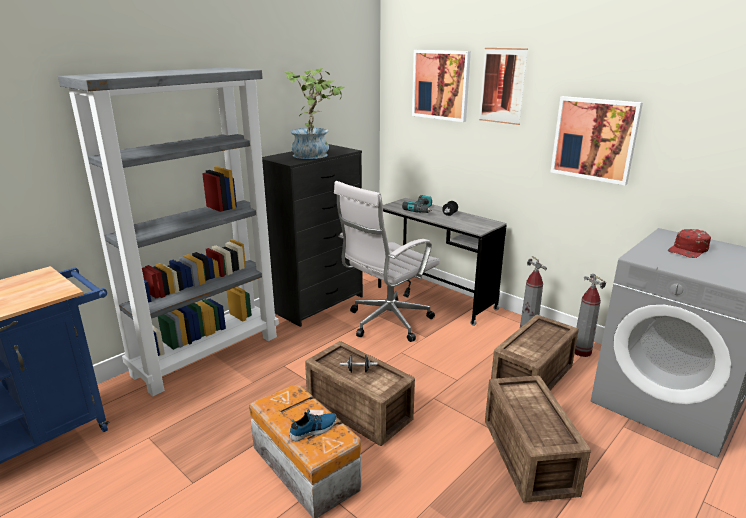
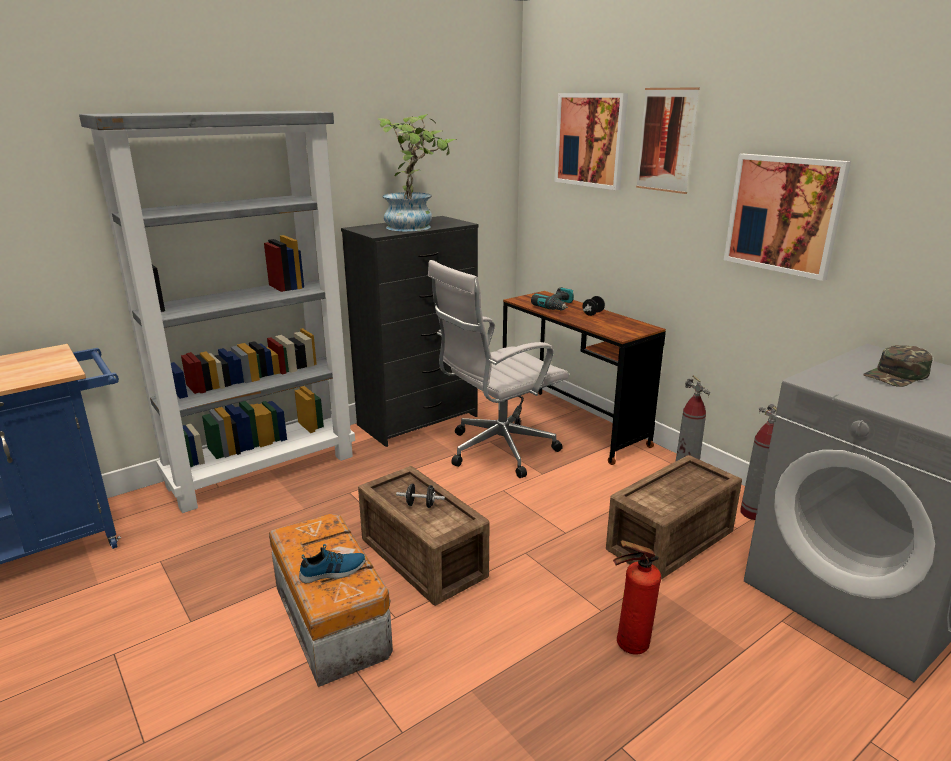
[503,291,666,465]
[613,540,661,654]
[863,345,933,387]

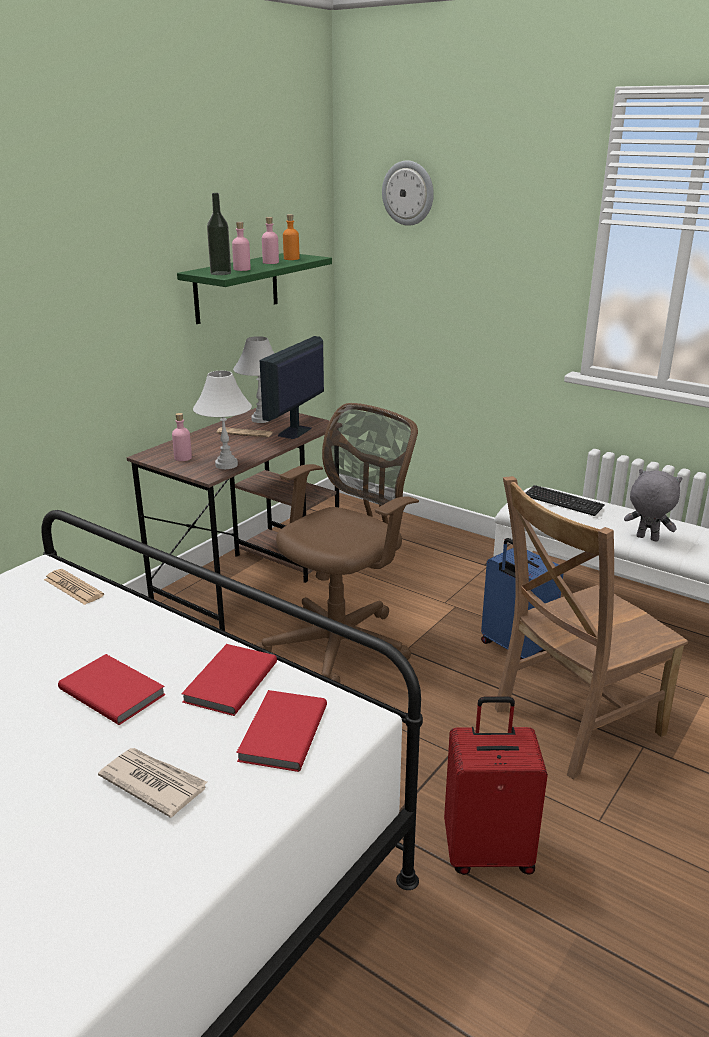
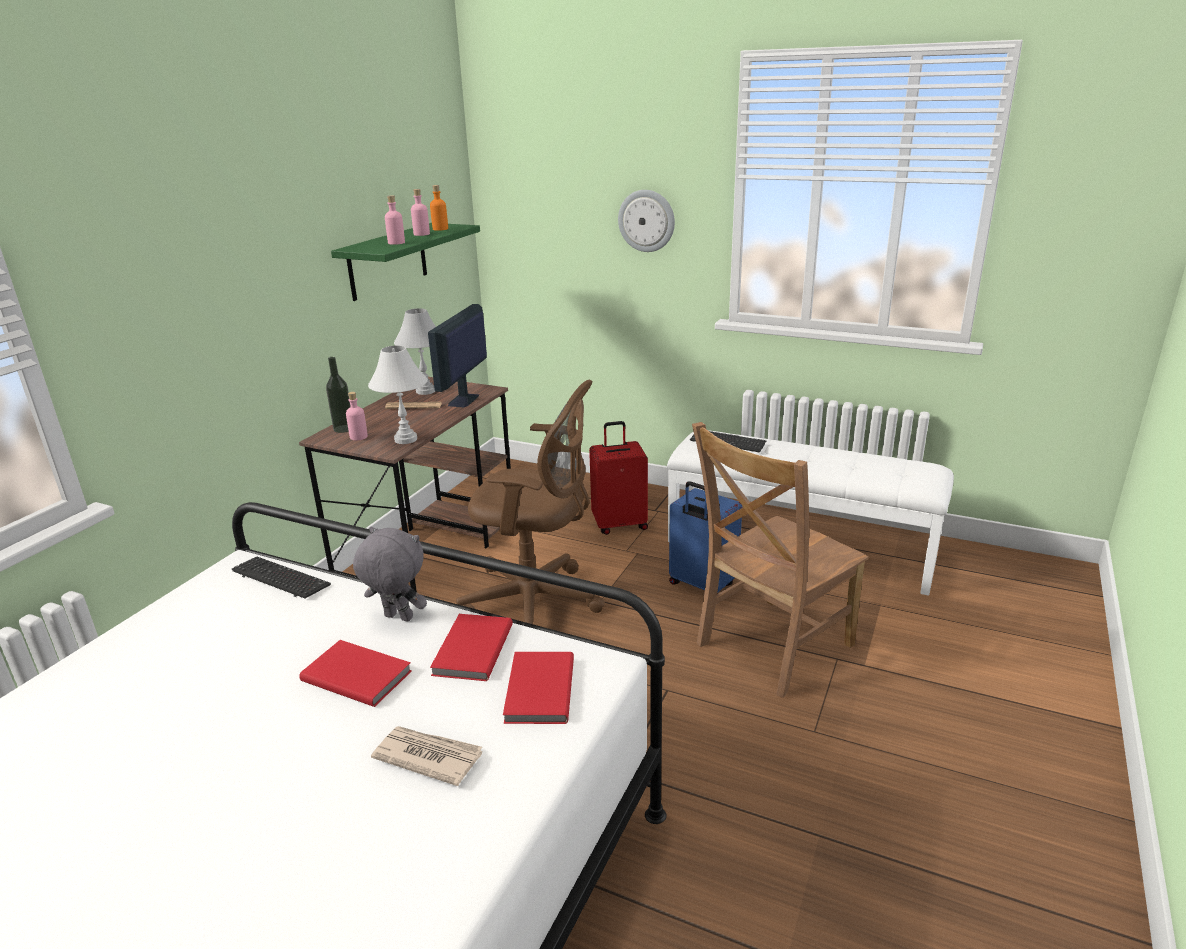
[232,557,331,598]
[326,357,351,433]
[456,380,605,624]
[618,190,675,252]
[589,421,648,535]
[353,526,427,622]

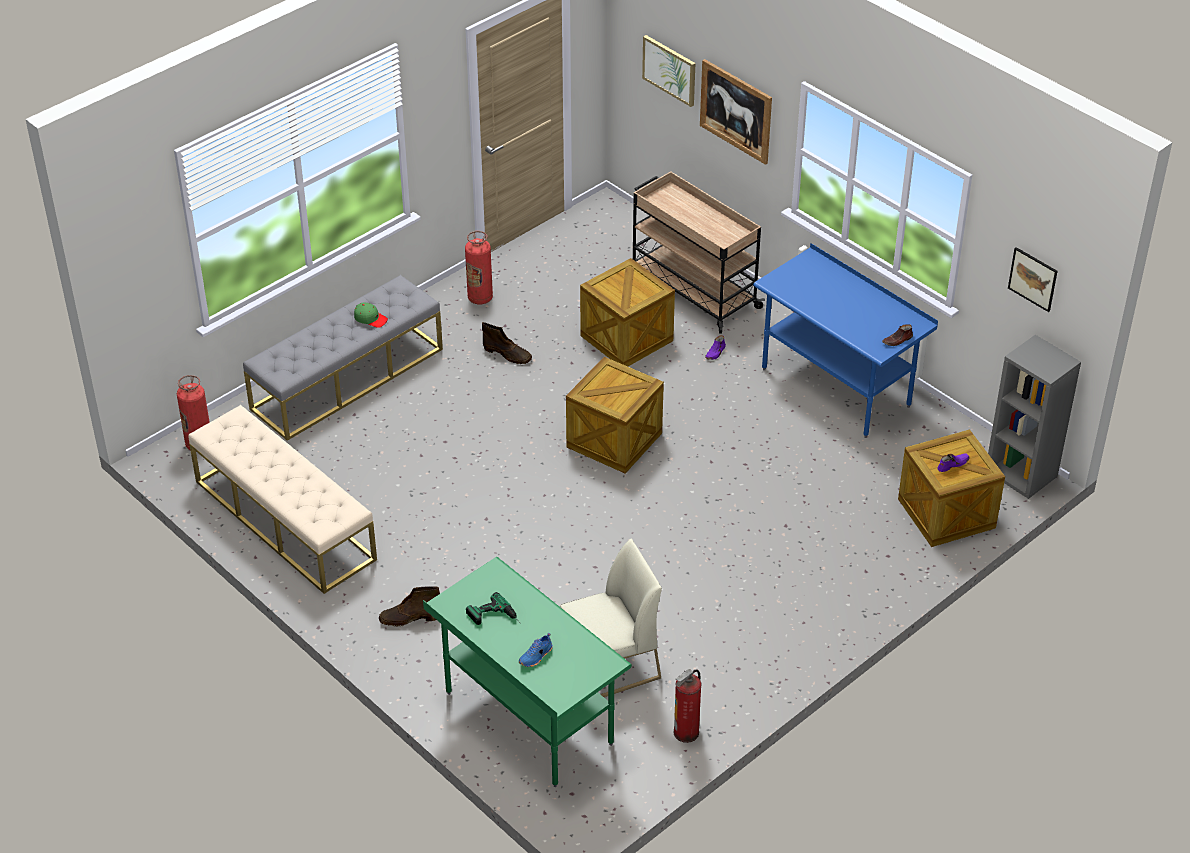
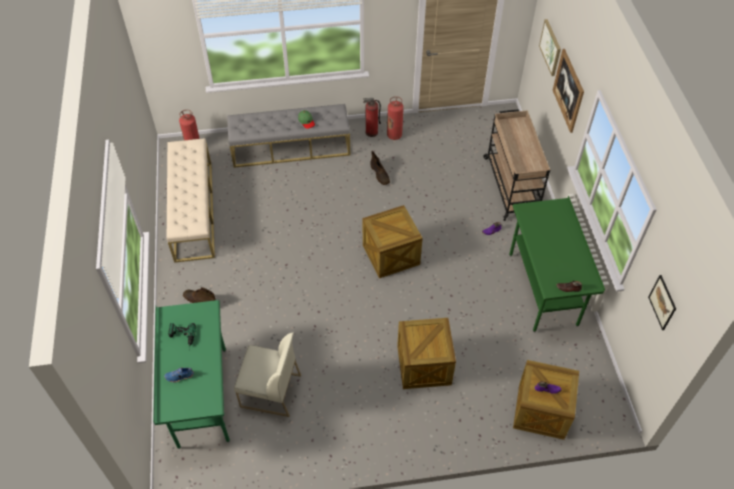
[397,318,456,389]
[363,98,381,137]
[509,195,605,332]
[988,335,1081,499] (first image)

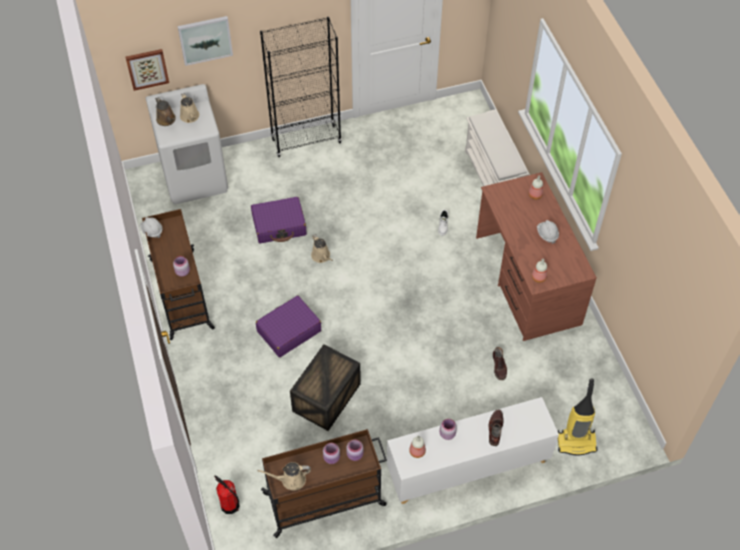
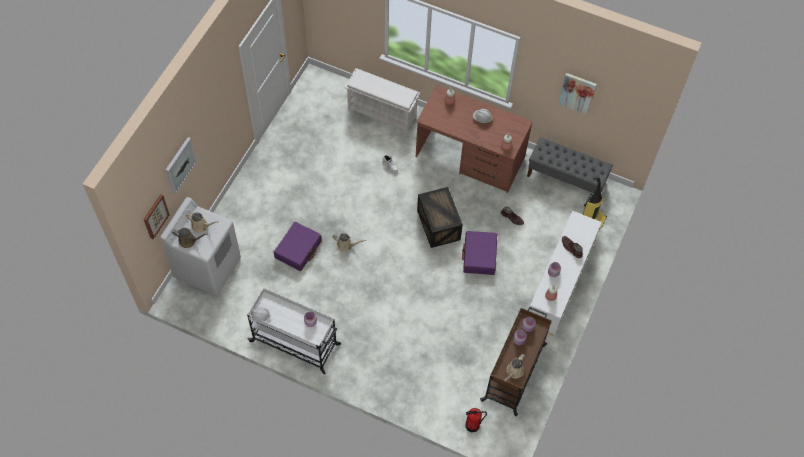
[247,288,341,374]
[462,231,497,275]
[260,17,342,157] (first image)
[417,187,463,248]
[527,137,613,193]
[559,73,597,115]

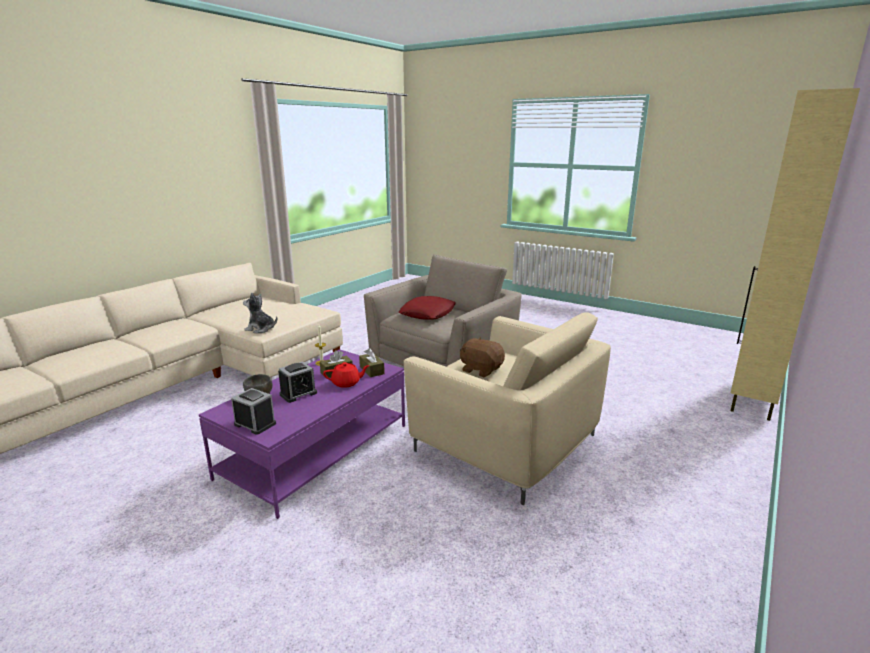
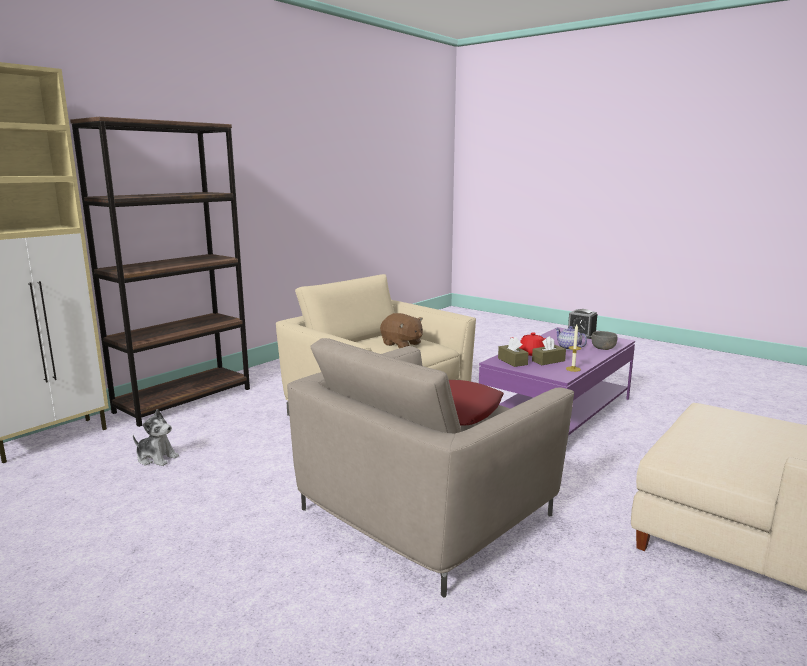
[133,409,179,466]
[555,326,587,350]
[70,117,250,427]

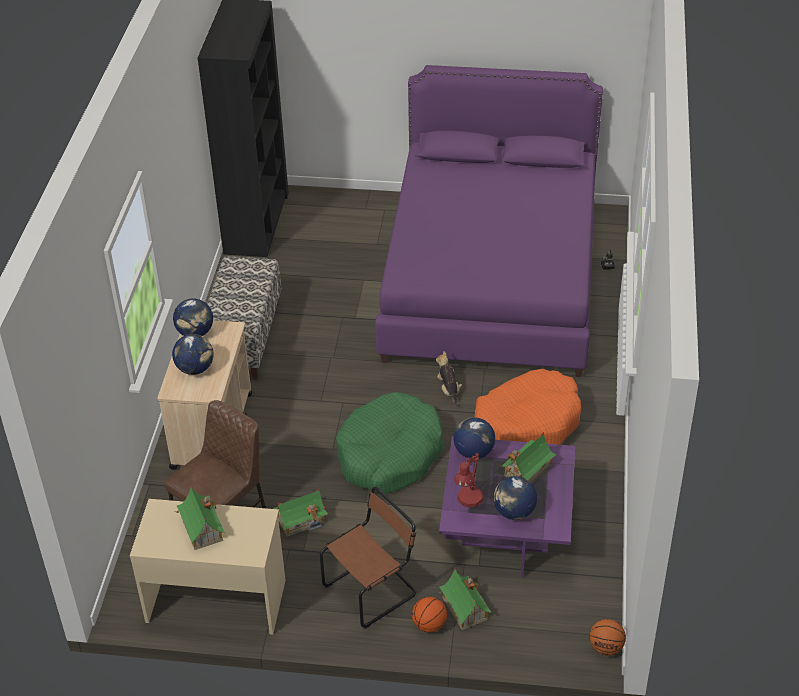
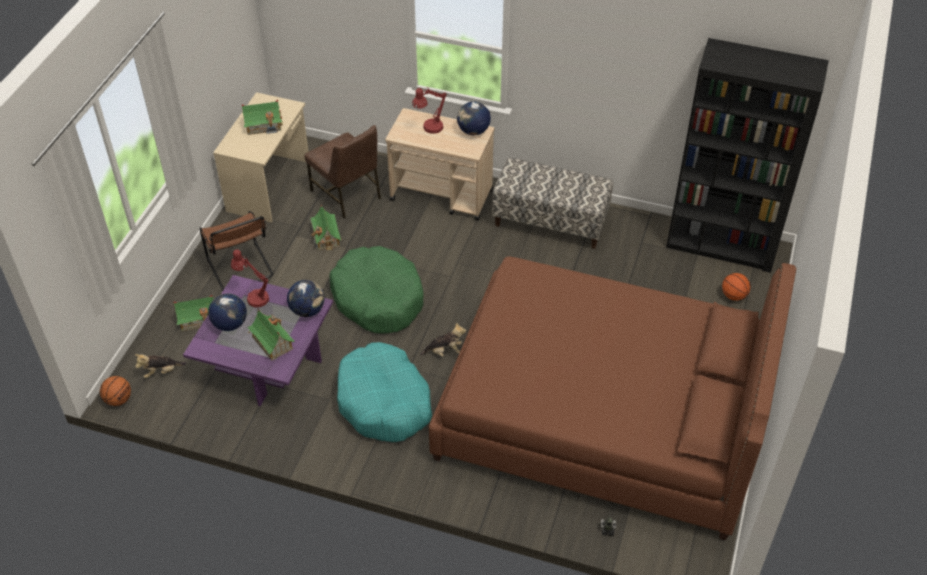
[412,87,447,134]
[429,257,796,540]
[722,273,751,301]
[337,342,432,442]
[135,354,186,378]

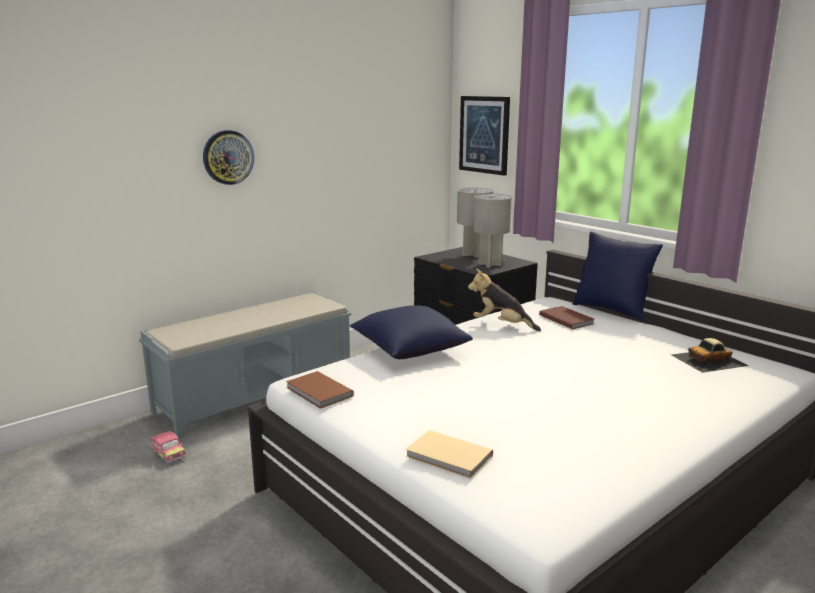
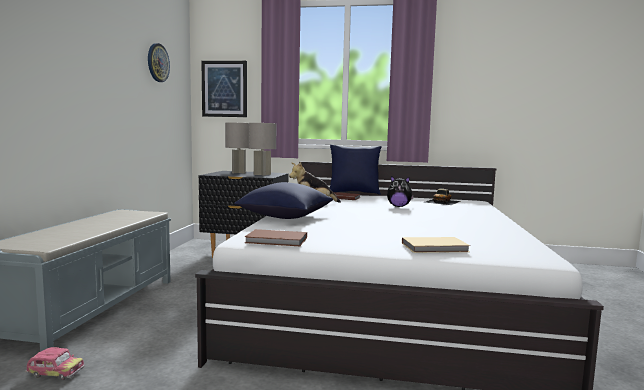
[148,43,170,82]
[387,176,414,207]

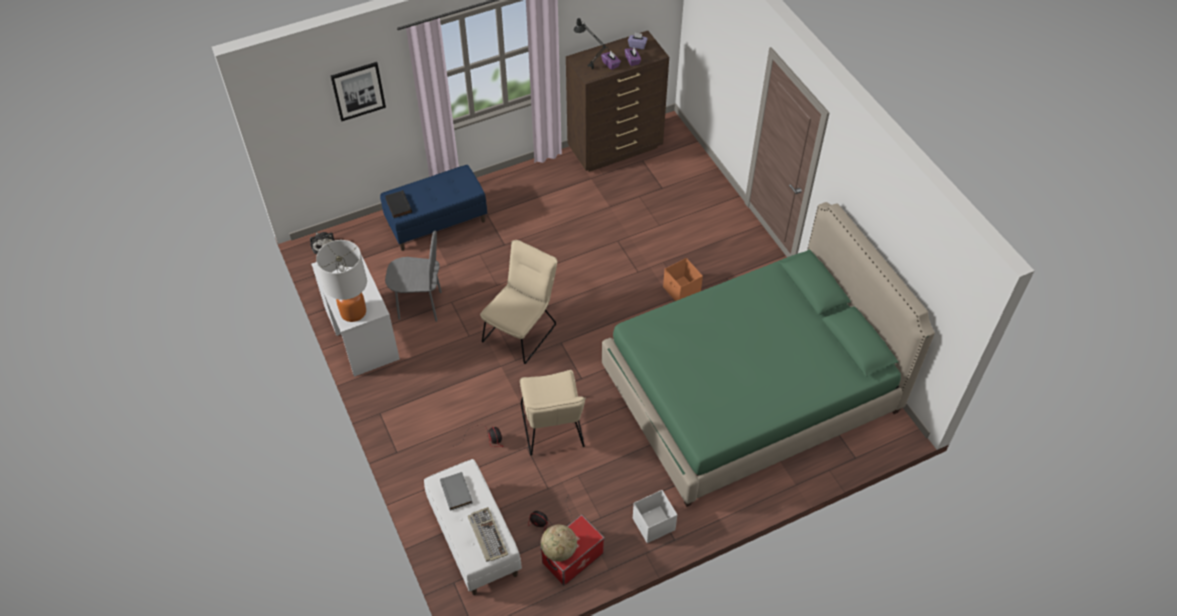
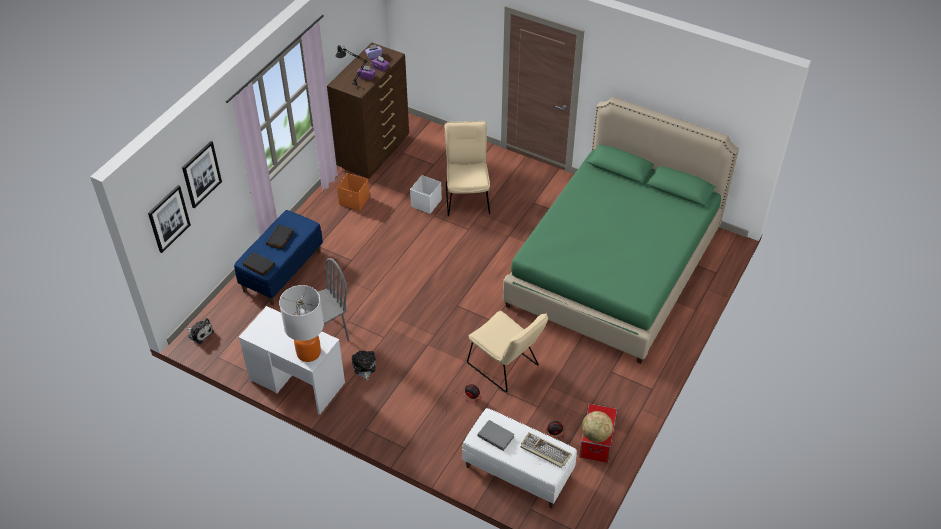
[444,121,490,216]
[410,175,442,214]
[337,173,370,211]
[148,185,191,253]
[266,225,294,249]
[351,350,376,381]

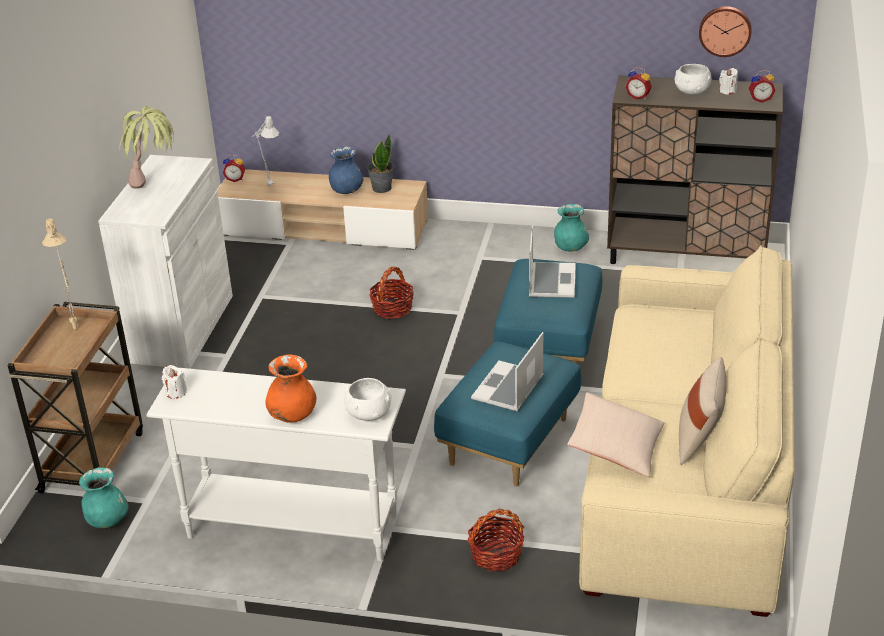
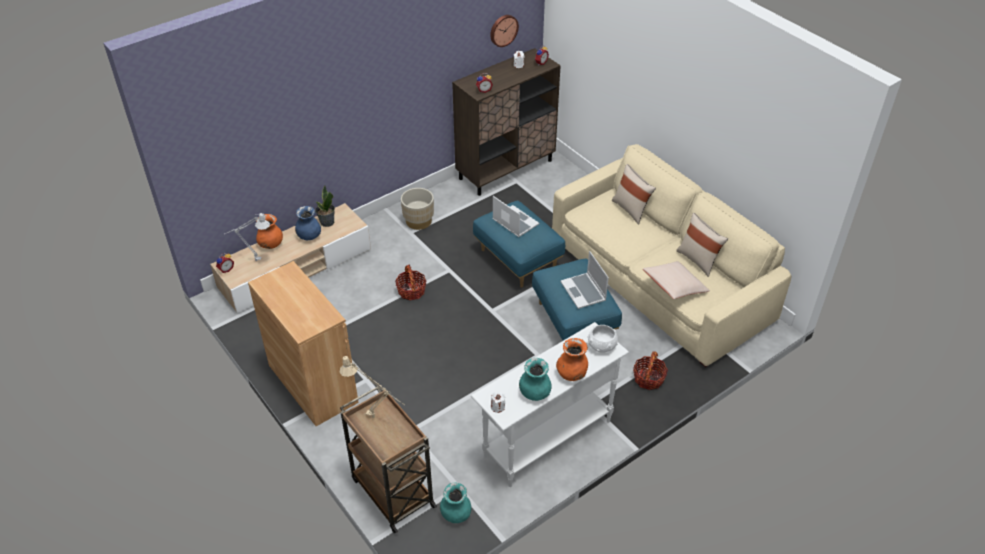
[248,261,359,426]
[119,106,174,189] (first image)
[519,358,552,401]
[675,64,711,95] (first image)
[256,214,283,249]
[401,188,434,230]
[612,164,656,224]

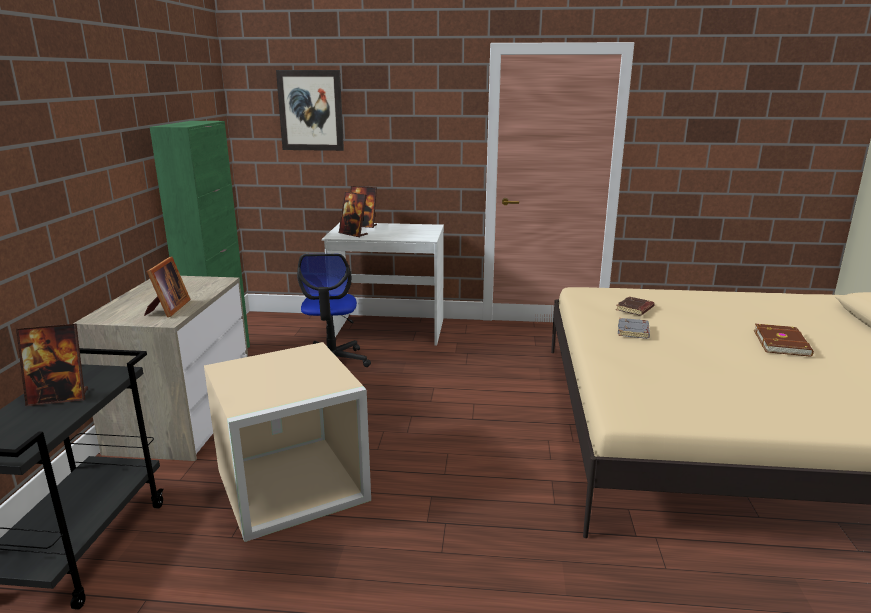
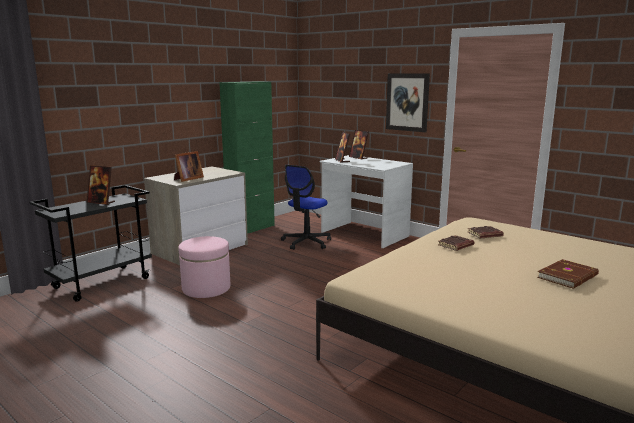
[178,236,230,298]
[386,73,430,132]
[438,235,474,251]

